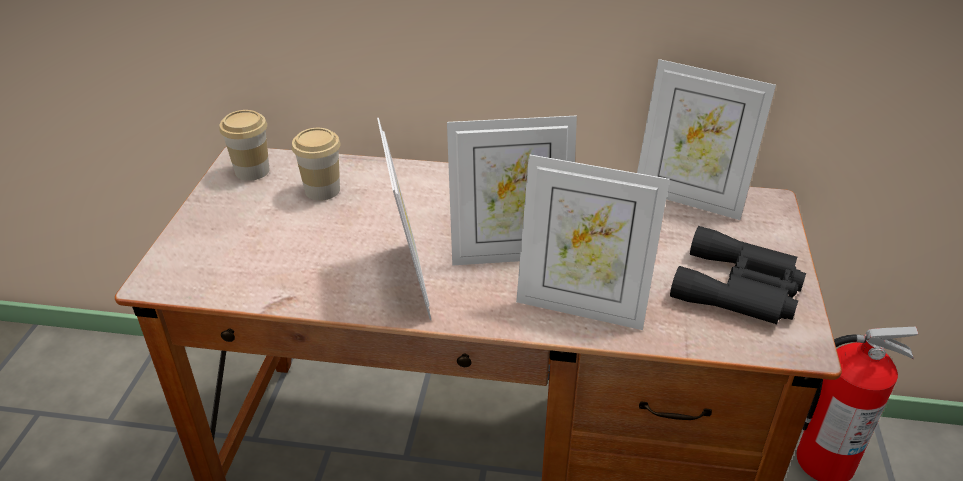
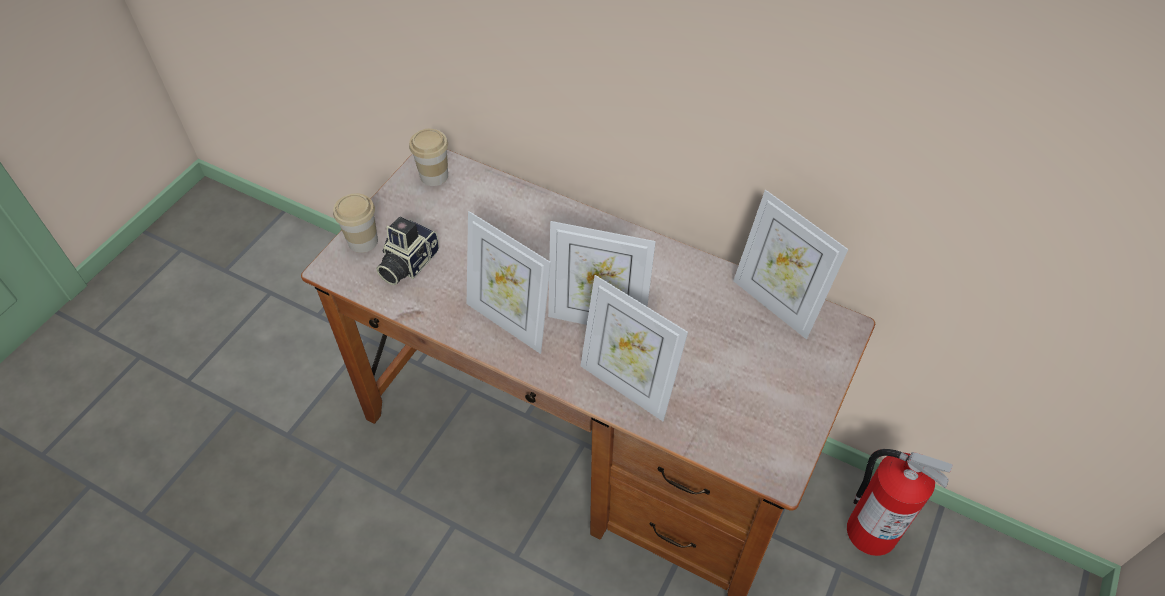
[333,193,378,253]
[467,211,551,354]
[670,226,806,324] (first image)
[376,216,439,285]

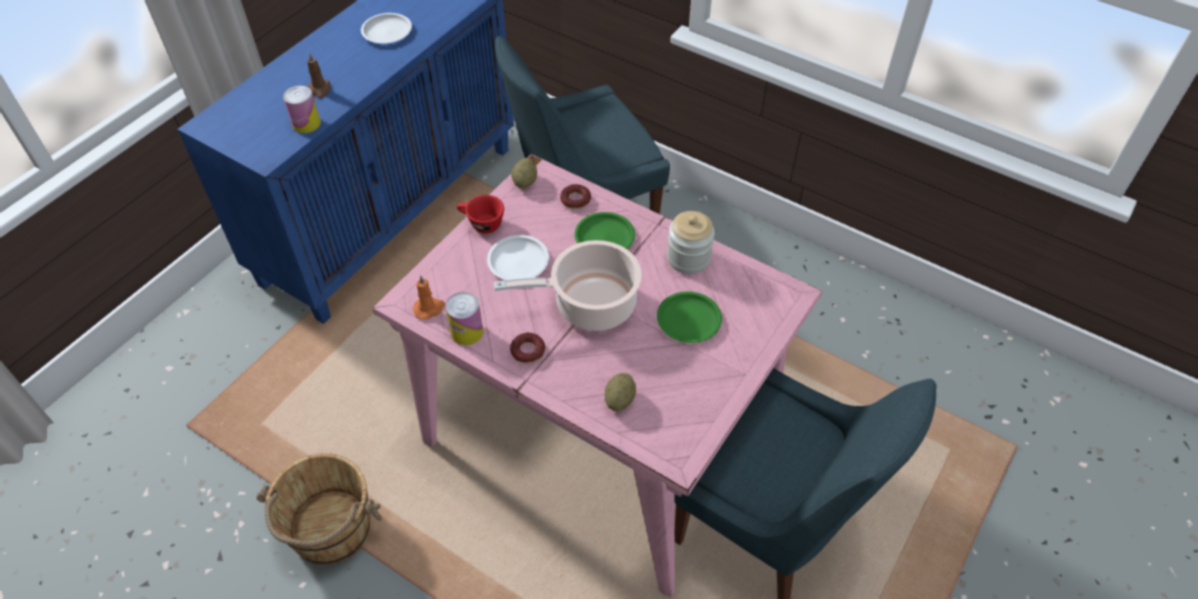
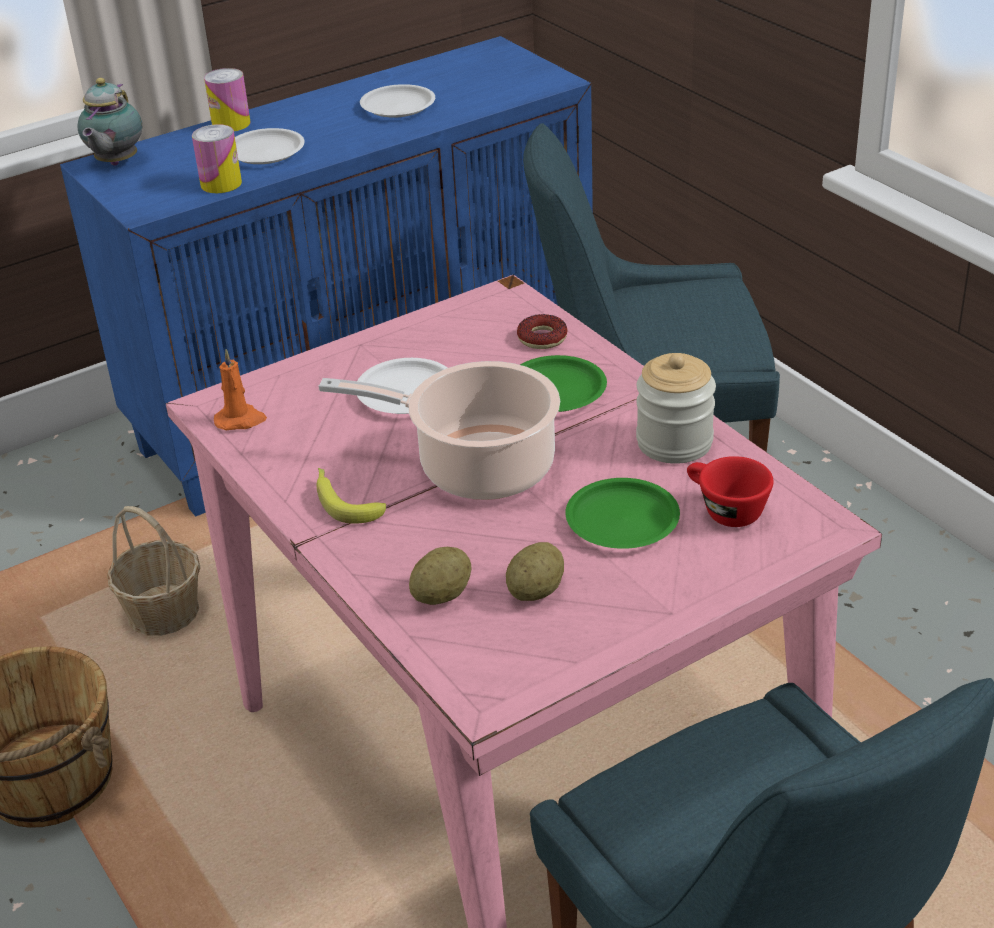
[235,128,305,164]
[204,68,250,132]
[687,456,774,527]
[316,468,386,524]
[506,542,564,601]
[77,78,142,166]
[107,506,200,636]

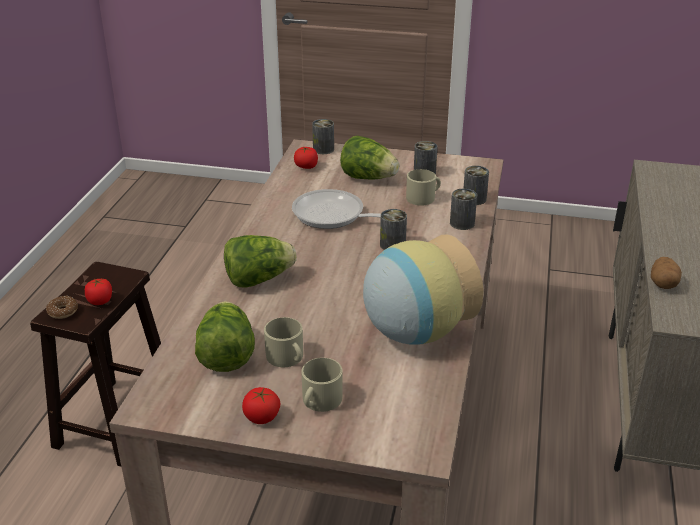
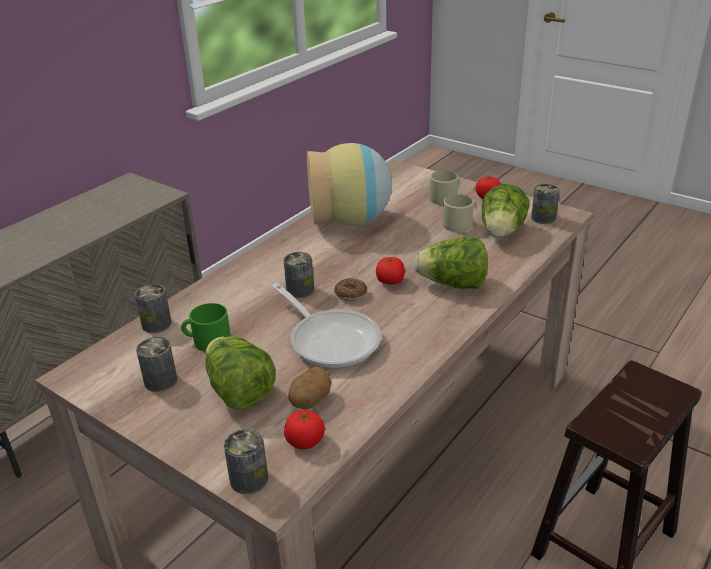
[334,278,367,301]
[376,257,405,285]
[181,303,231,352]
[531,184,560,224]
[288,366,331,409]

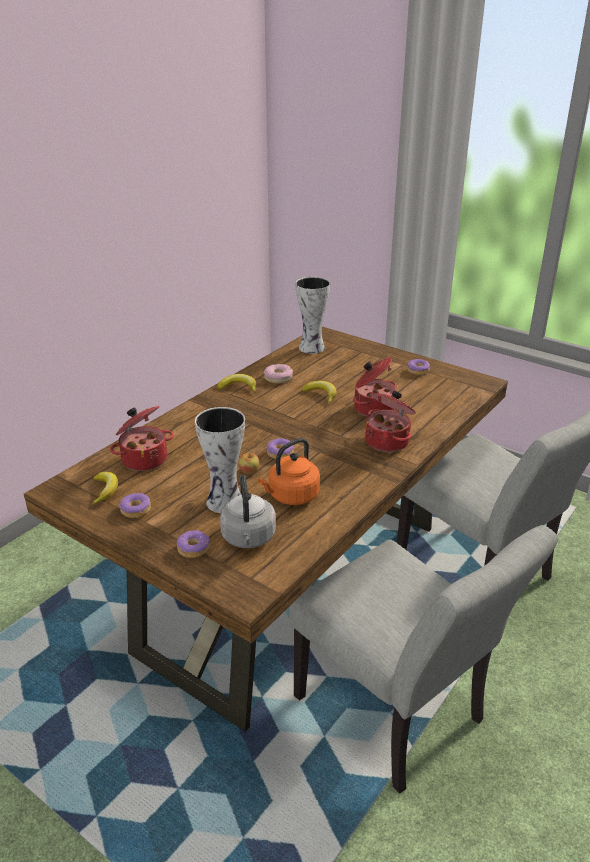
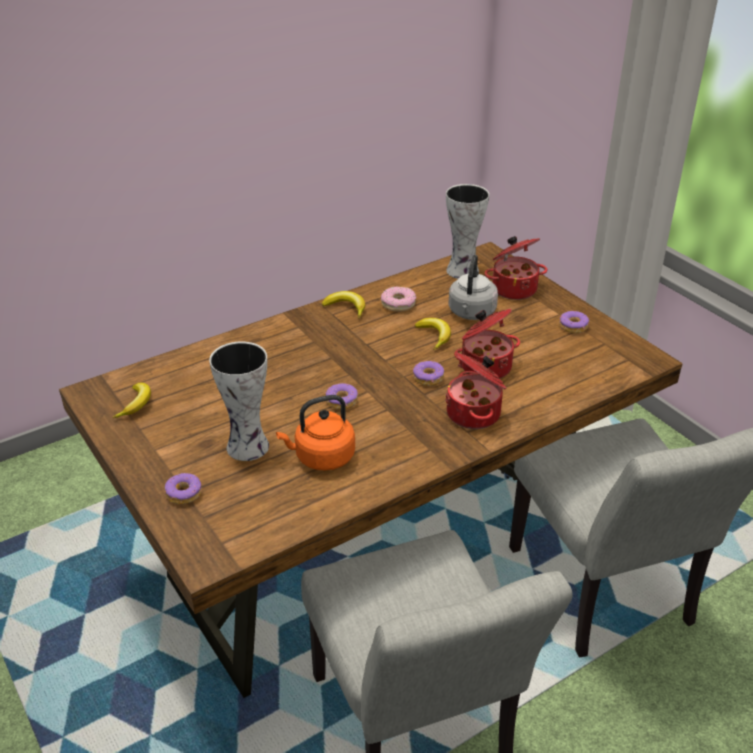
[484,236,547,300]
[413,361,444,386]
[449,254,498,320]
[238,453,260,474] (first image)

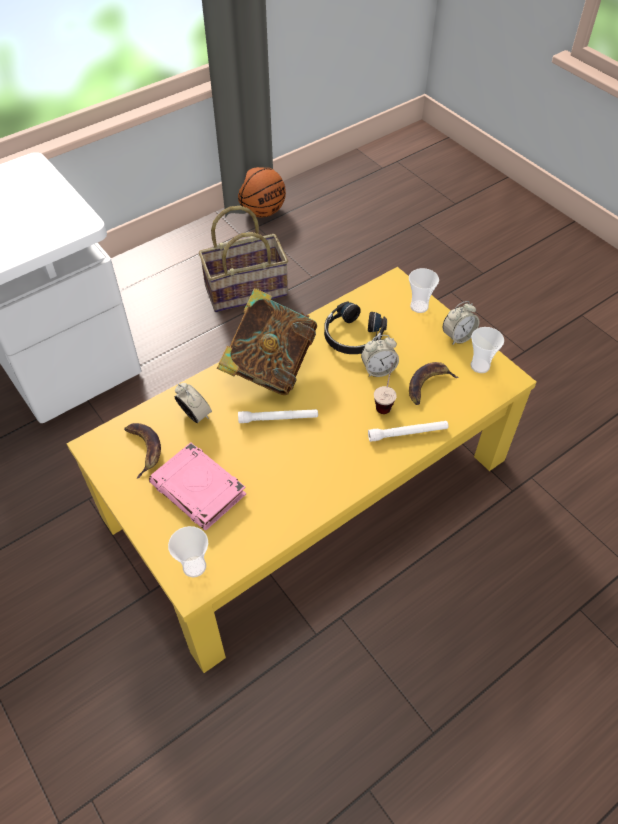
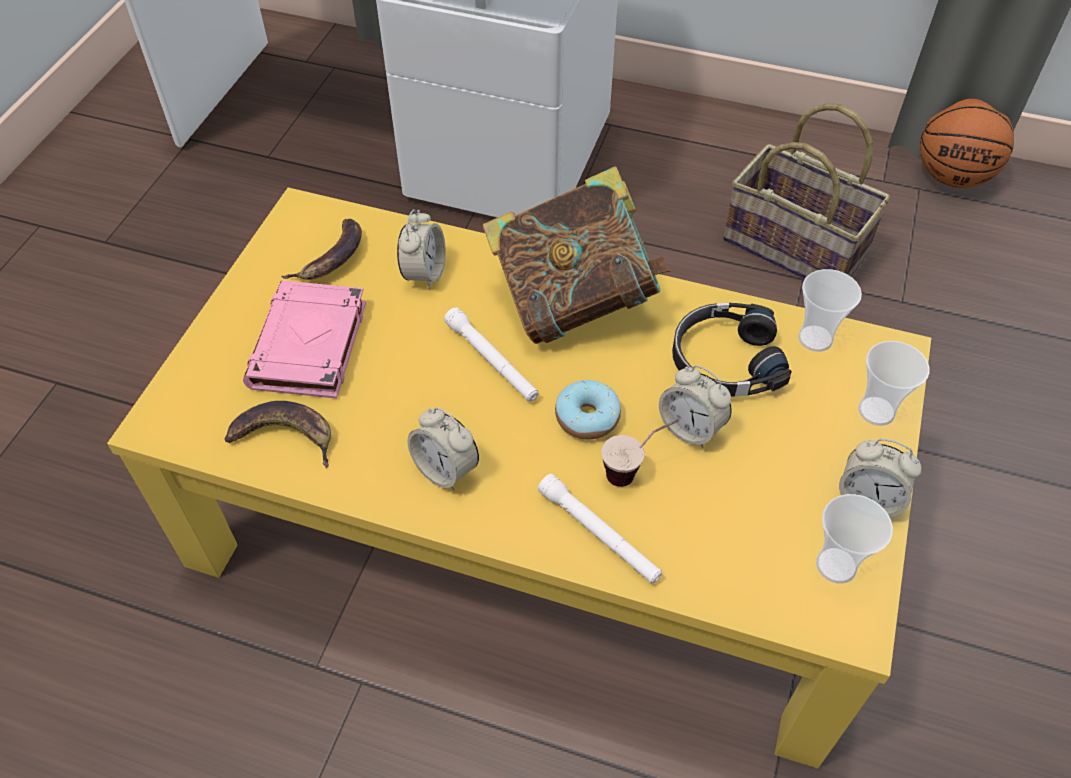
[798,269,862,352]
[224,401,331,468]
[407,407,479,491]
[555,380,621,440]

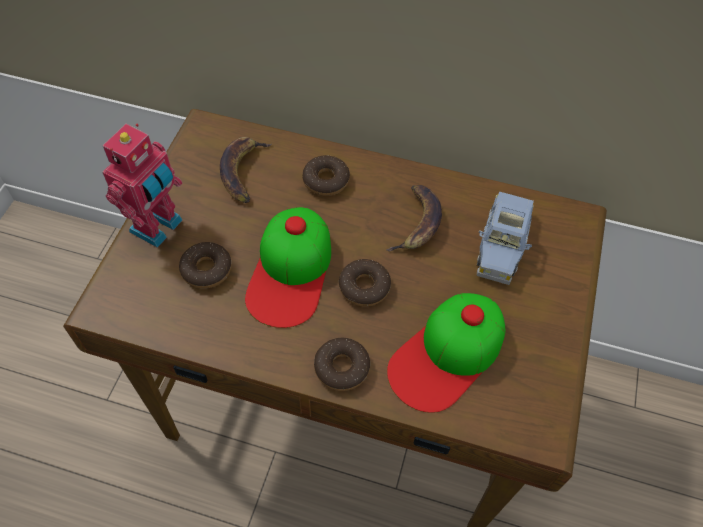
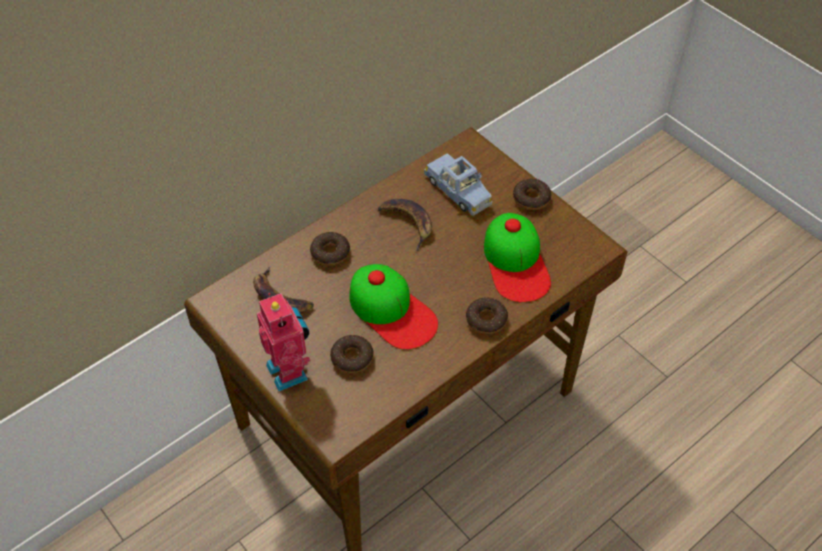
[513,178,551,210]

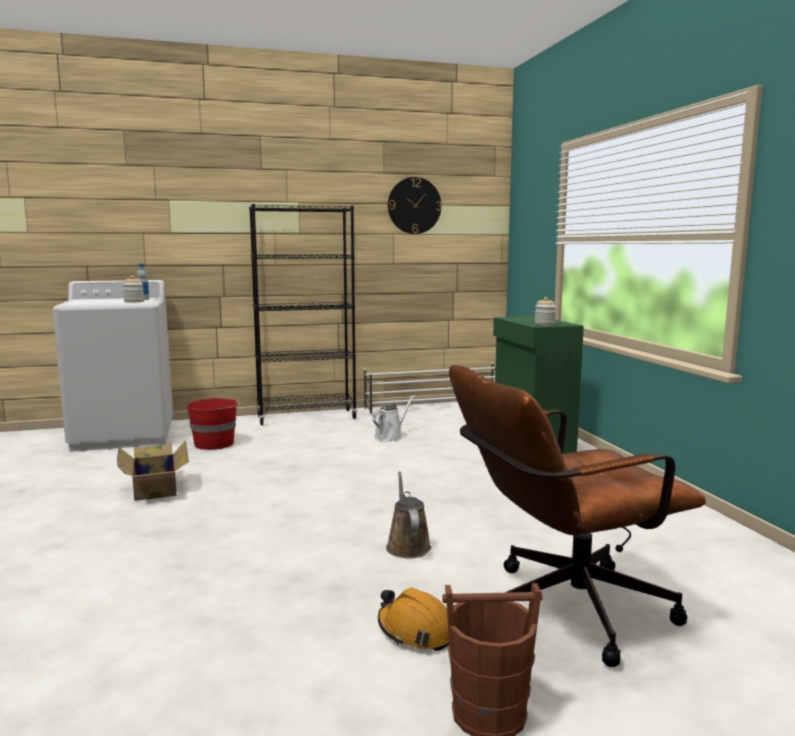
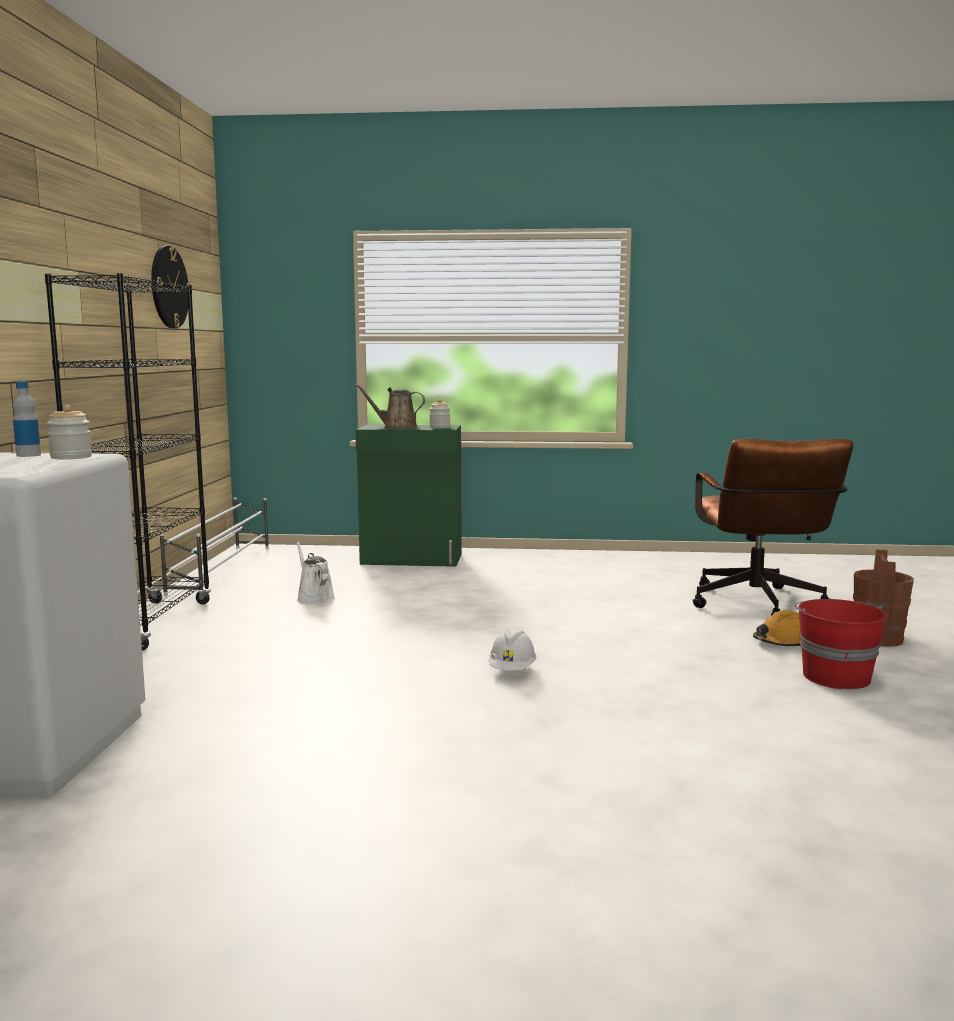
[117,441,189,501] (first image)
[795,599,887,689]
[355,384,425,428]
[489,629,536,671]

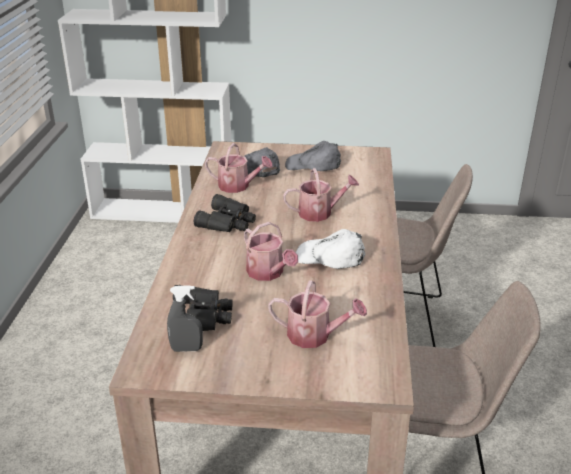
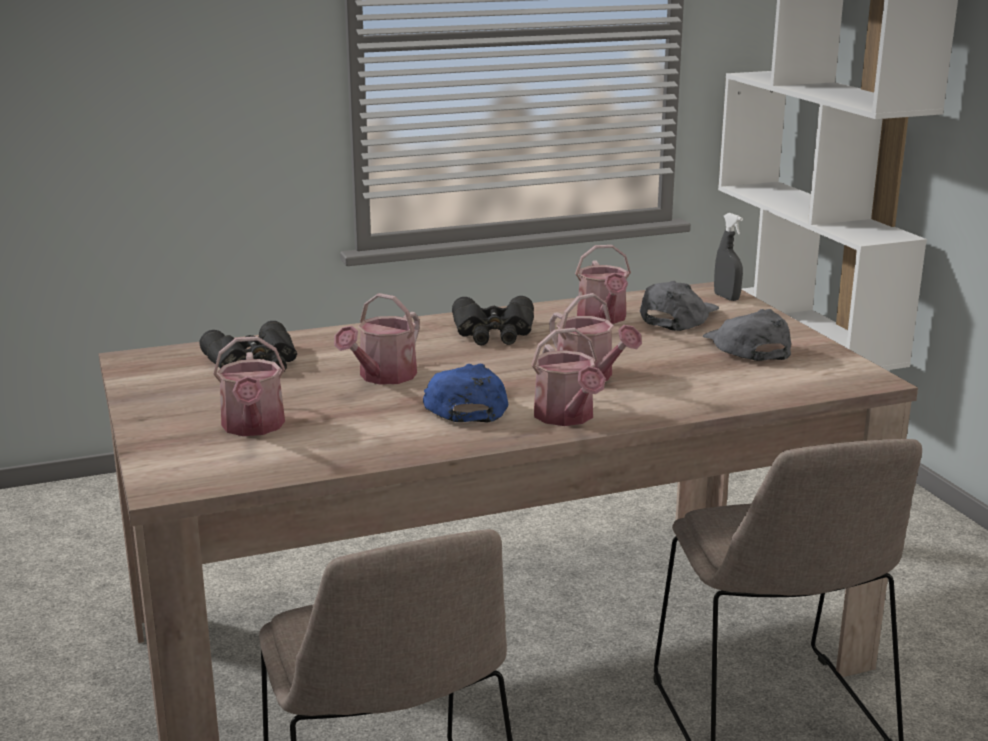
[714,213,743,301]
[423,364,508,422]
[531,328,606,426]

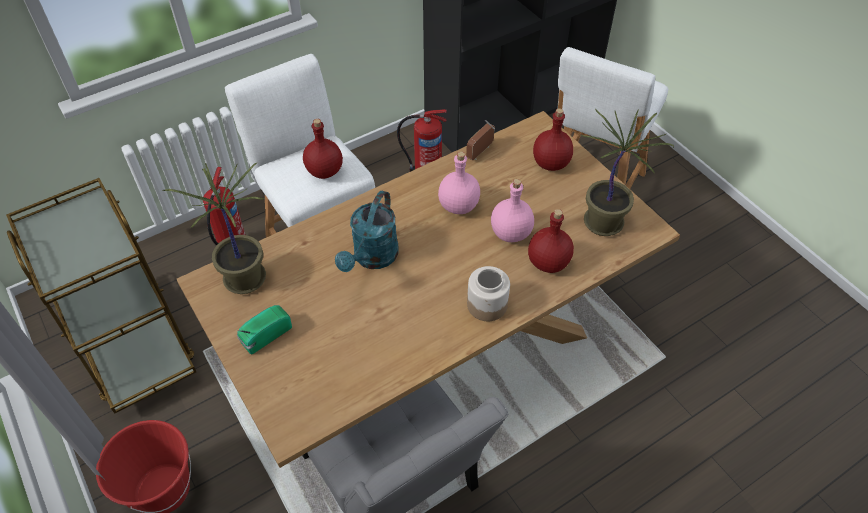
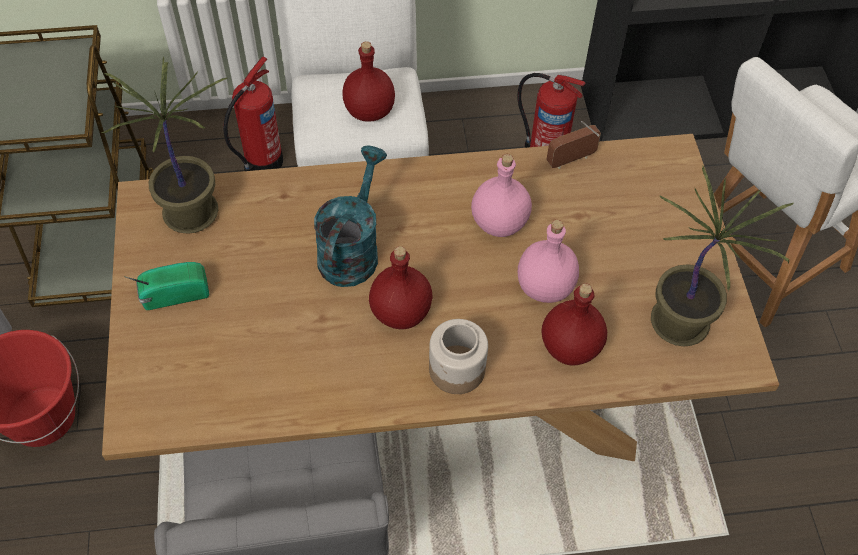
[314,145,387,287]
[369,246,432,329]

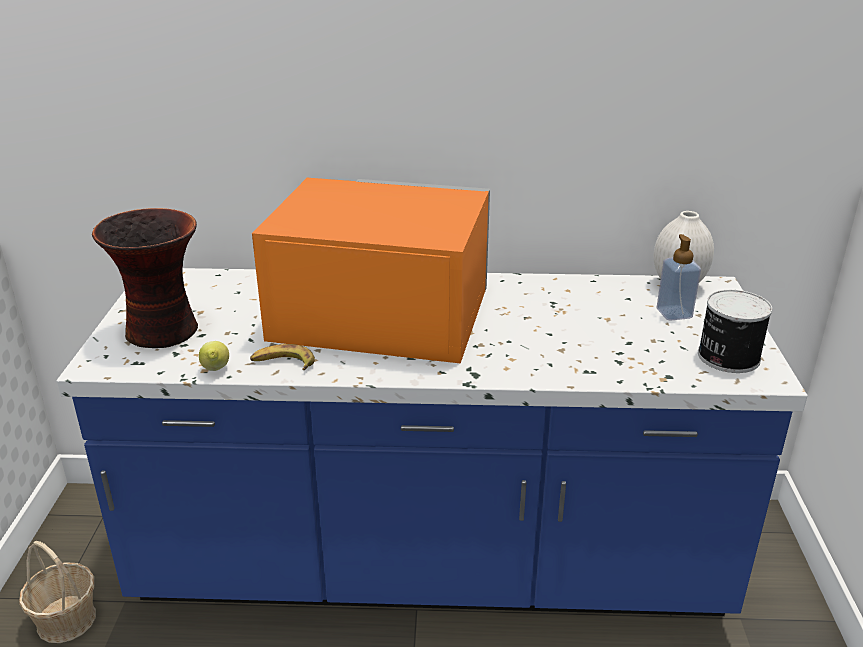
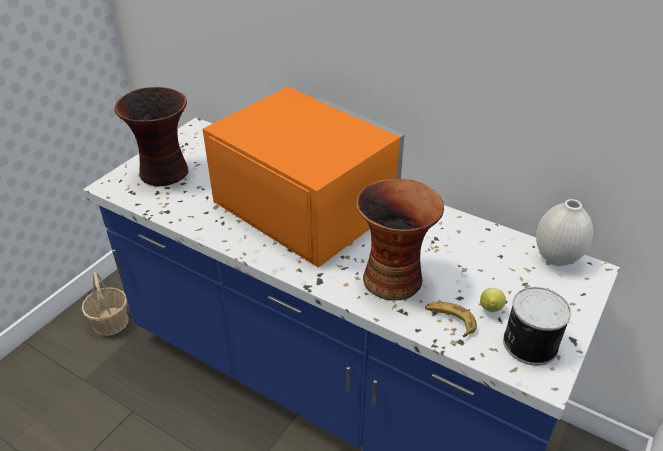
[480,288,506,312]
[425,302,477,337]
[657,234,701,321] (first image)
[356,179,444,301]

